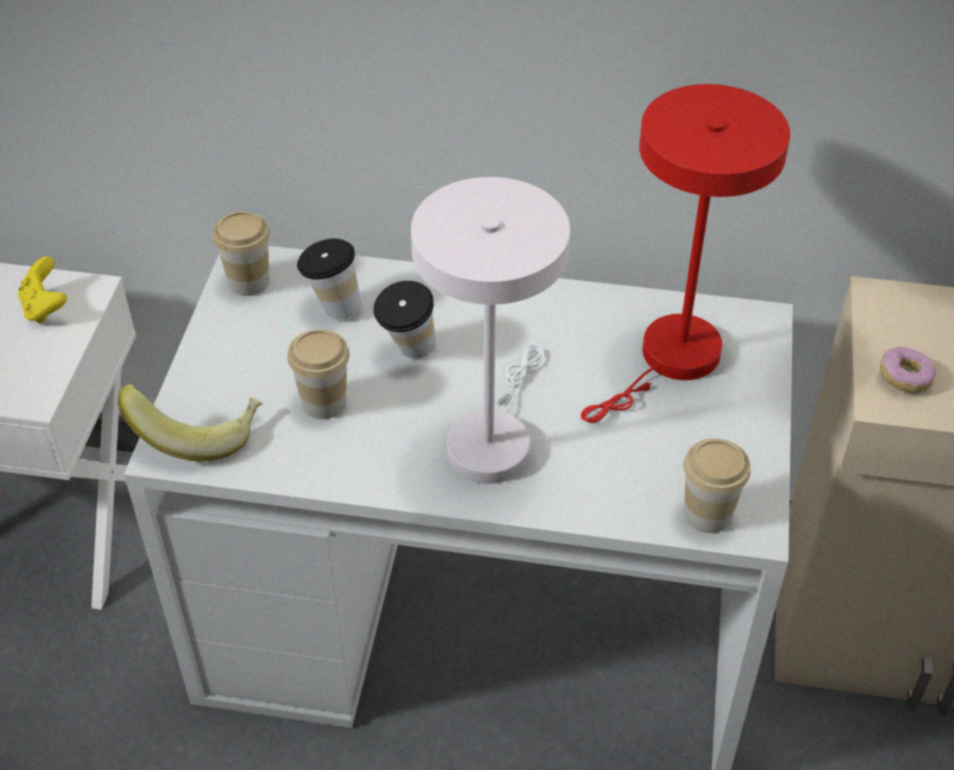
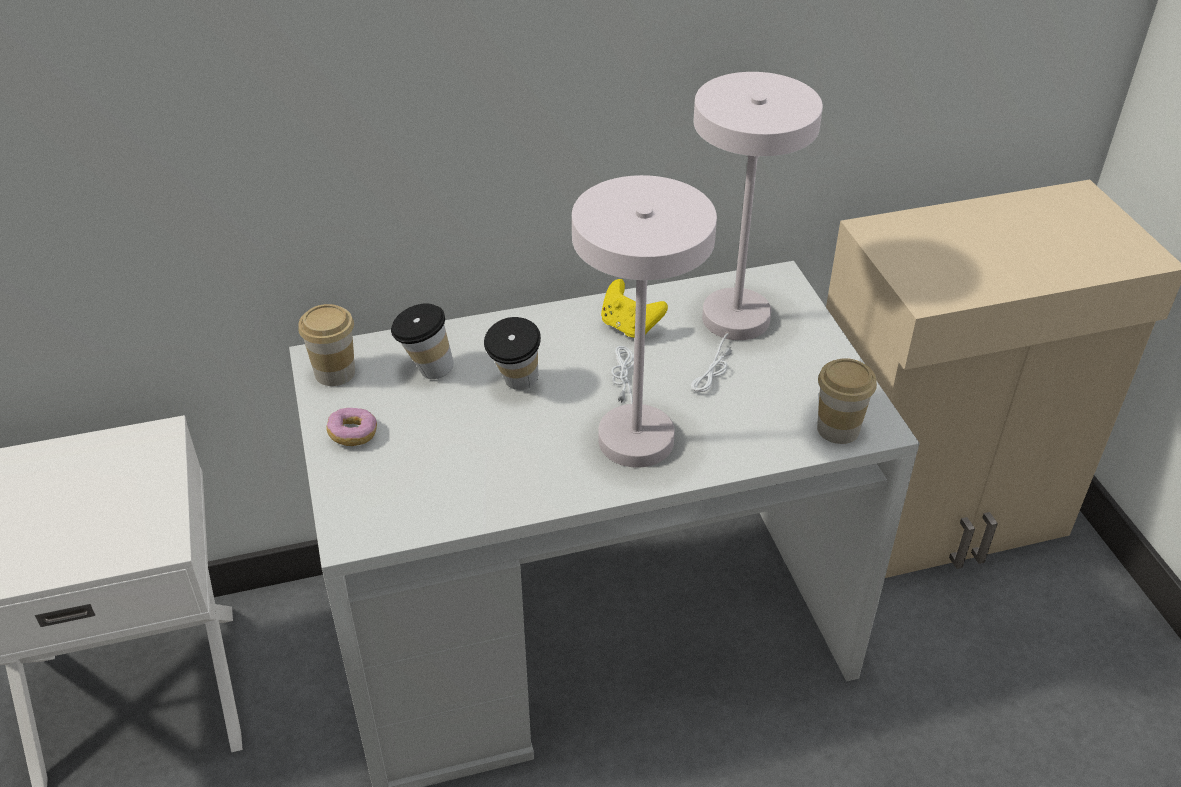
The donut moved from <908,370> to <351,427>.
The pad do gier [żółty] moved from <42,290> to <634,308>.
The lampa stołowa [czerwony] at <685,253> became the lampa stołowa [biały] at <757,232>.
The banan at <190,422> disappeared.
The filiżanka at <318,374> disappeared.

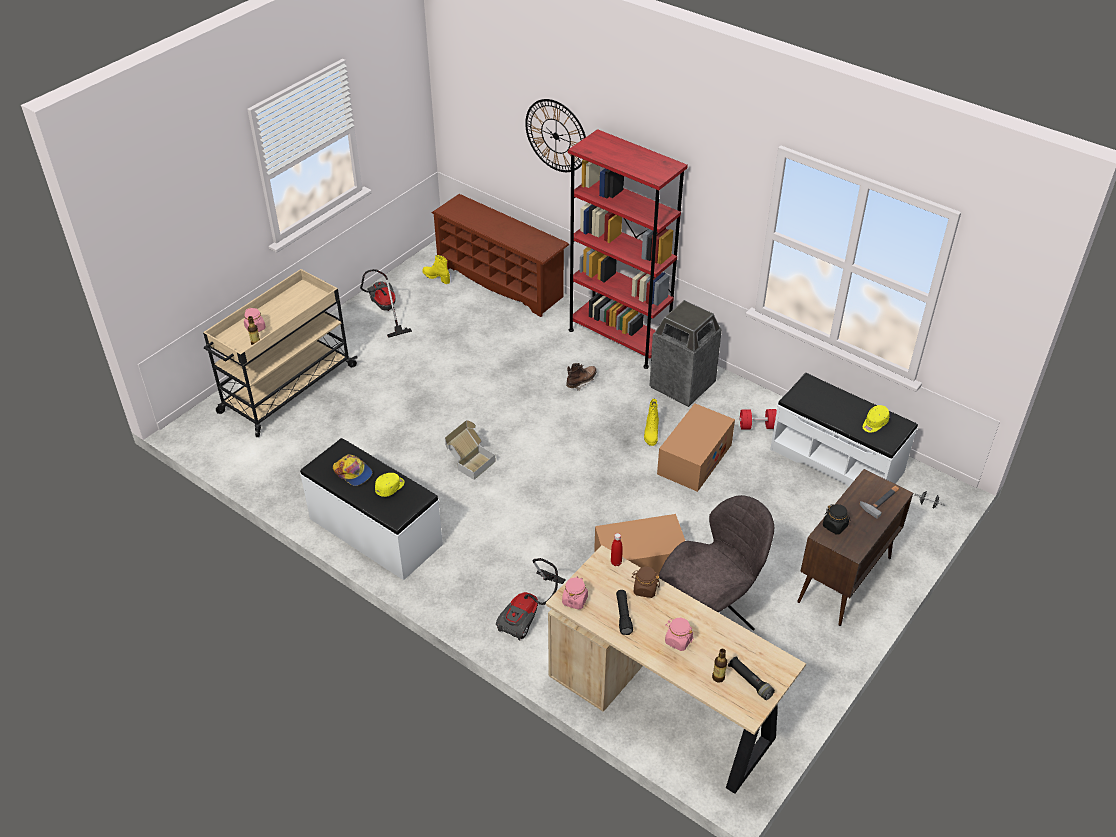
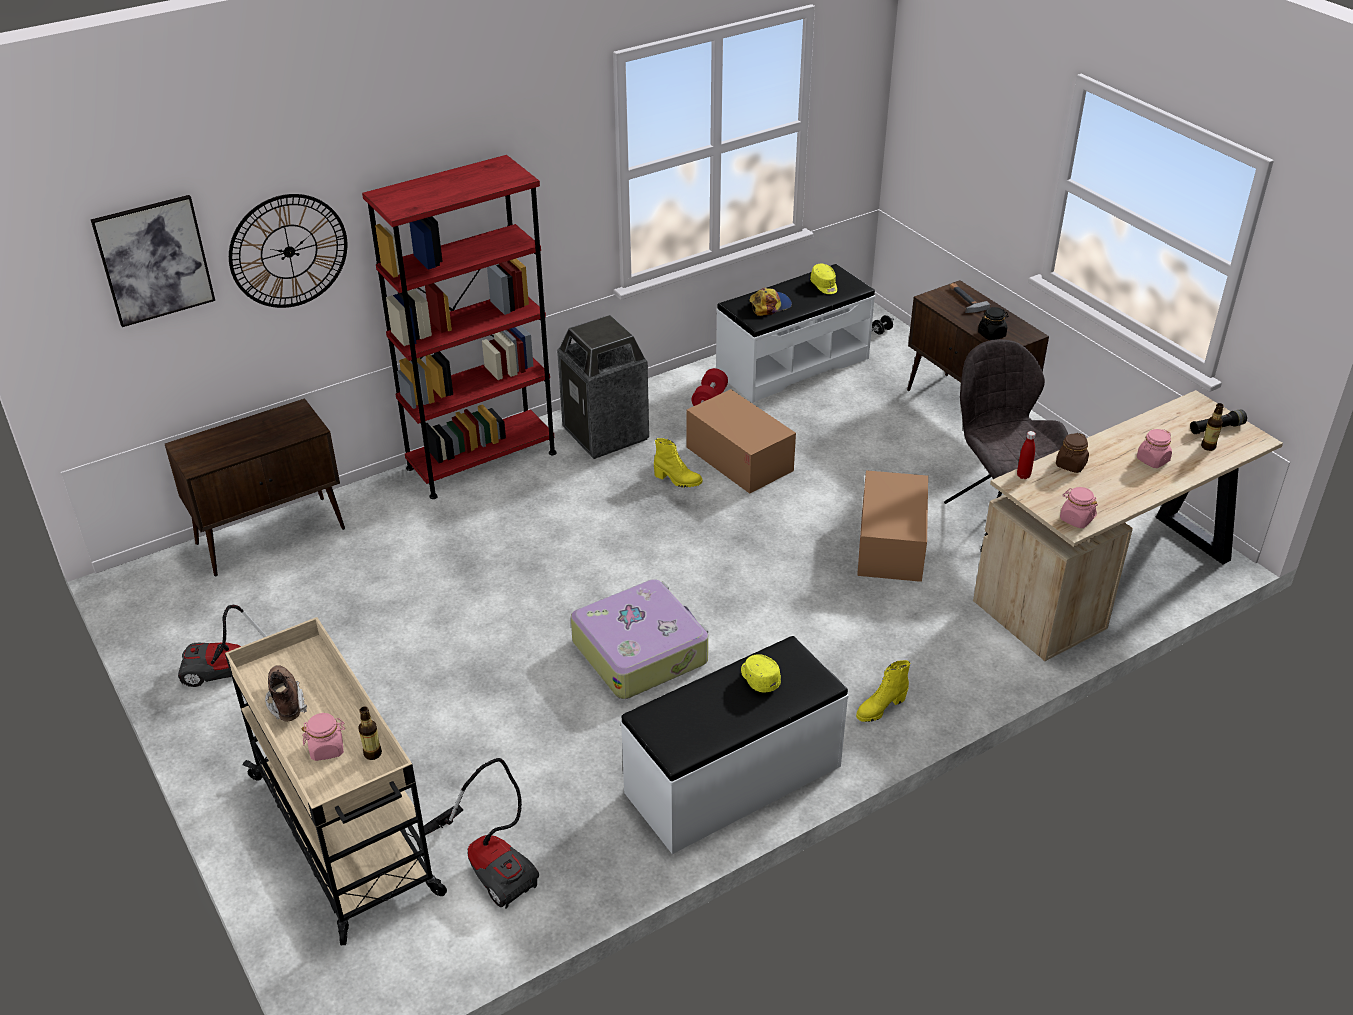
The obraz at <153,261> appeared.
The regał na buty [brązowy] at <500,255> was replaced by the szafka [brązowy] at <255,487>.
The but z cholewką [brązowy] moved from <581,377> to <286,693>.
The odkurzacz moved from <531,599> to <481,833>.
The karton at <470,450> was replaced by the walizka at <639,639>.
The czapka z daszkiem moved from <352,470> to <770,302>.
The but z cholewką [żółty] moved from <436,269> to <883,691>.
The latarka [czarny] at <624,612> disappeared.

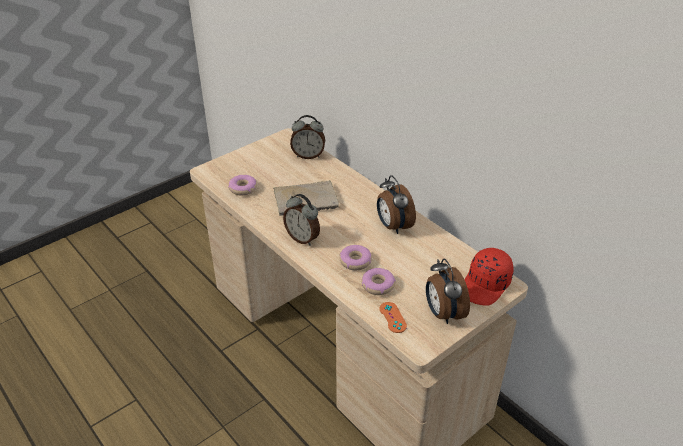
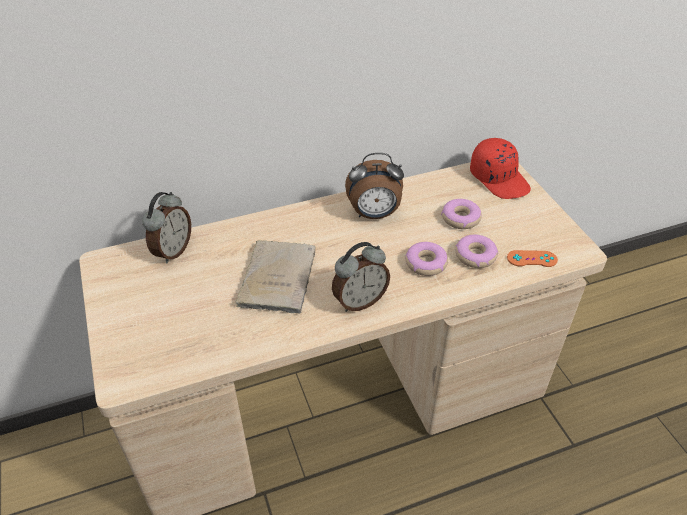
The donut moved from <242,185> to <461,214>.
The budzik at <448,291> disappeared.

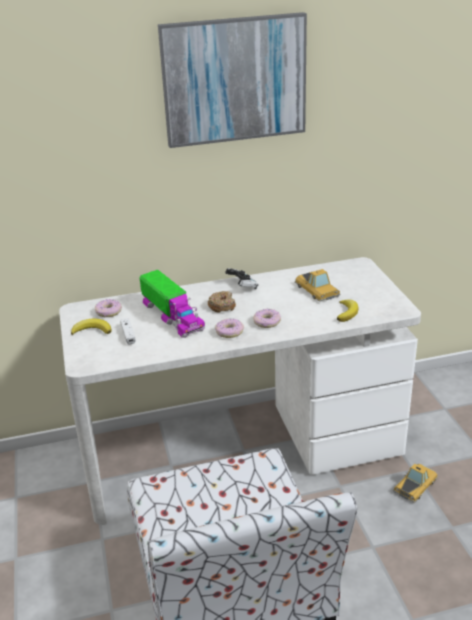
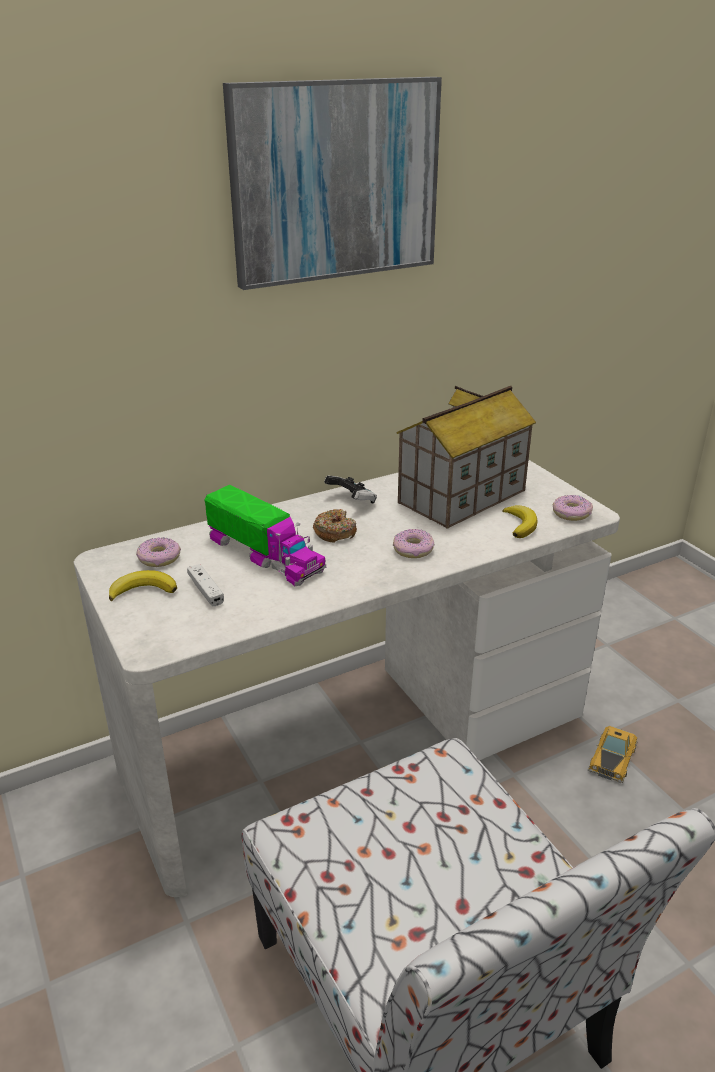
The samochodzik at <318,285> was replaced by the domek at <466,457>.
The donut moved from <229,328> to <573,508>.

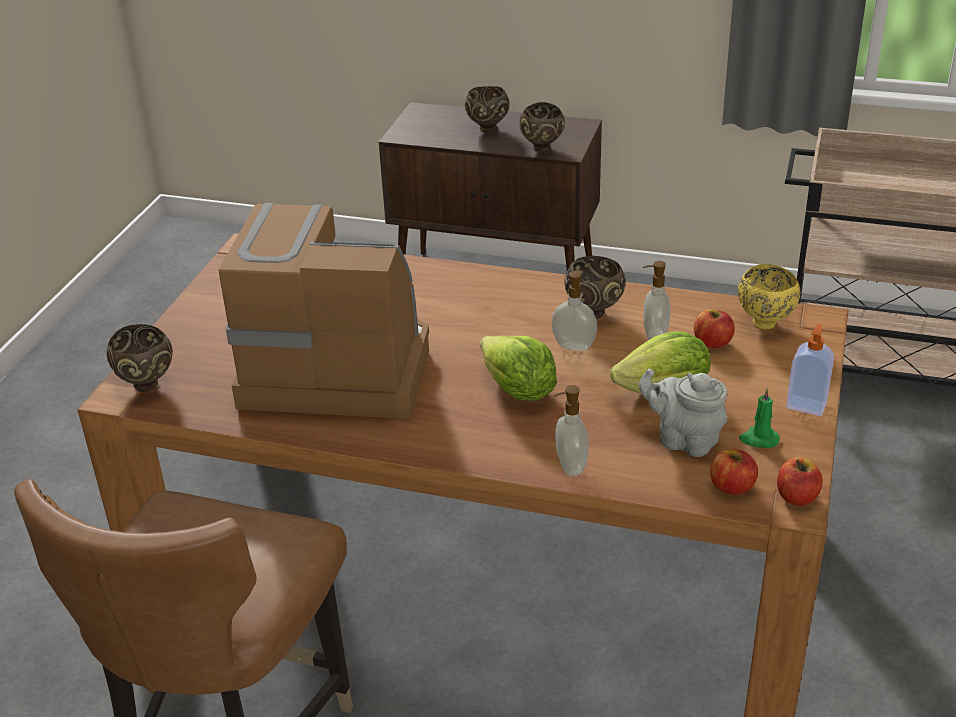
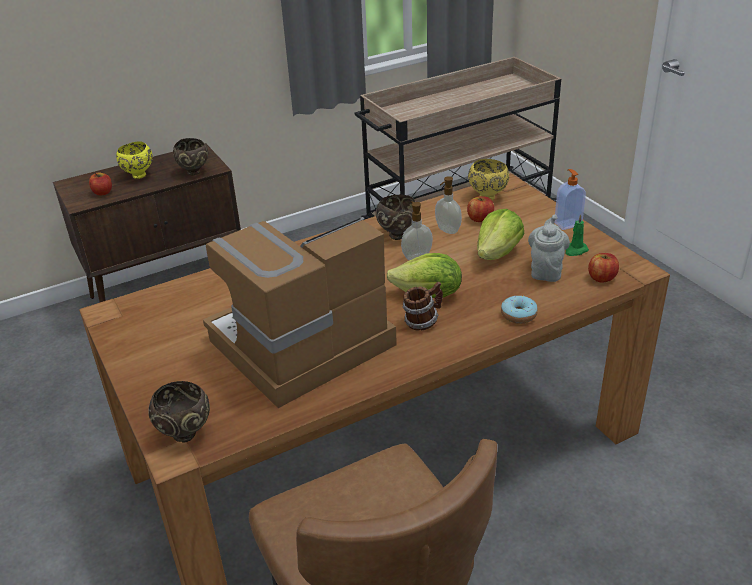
The jabłko moved from <800,481> to <100,184>.
The miska [brązowy] at <487,109> became the miska [żółty] at <134,160>.
The kubek at <423,306> appeared.
The dozownik mydła at <571,430> was replaced by the donut at <519,310>.
The imbryk [szary] at <683,412> turned 120 degrees clockwise.

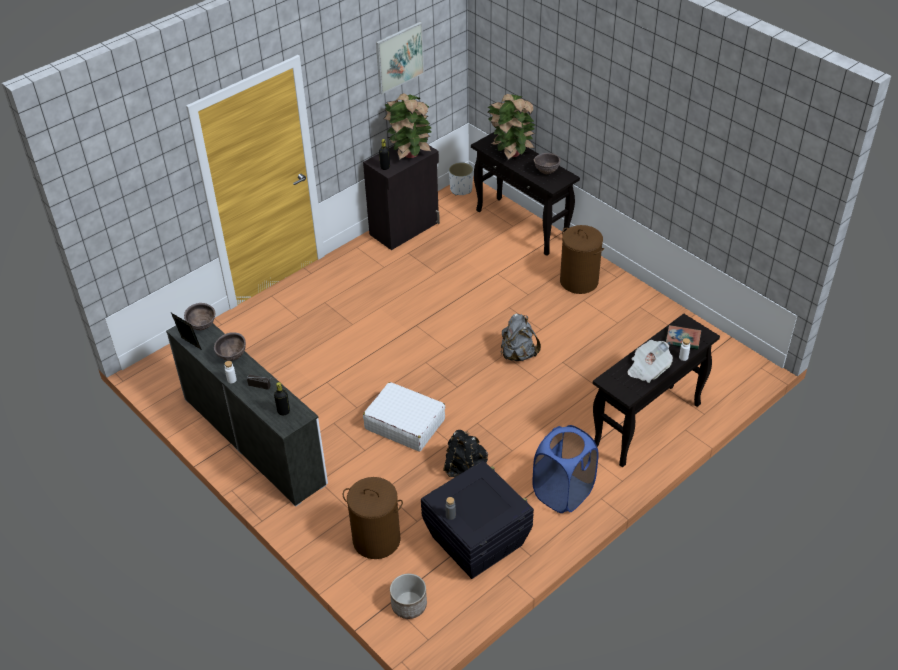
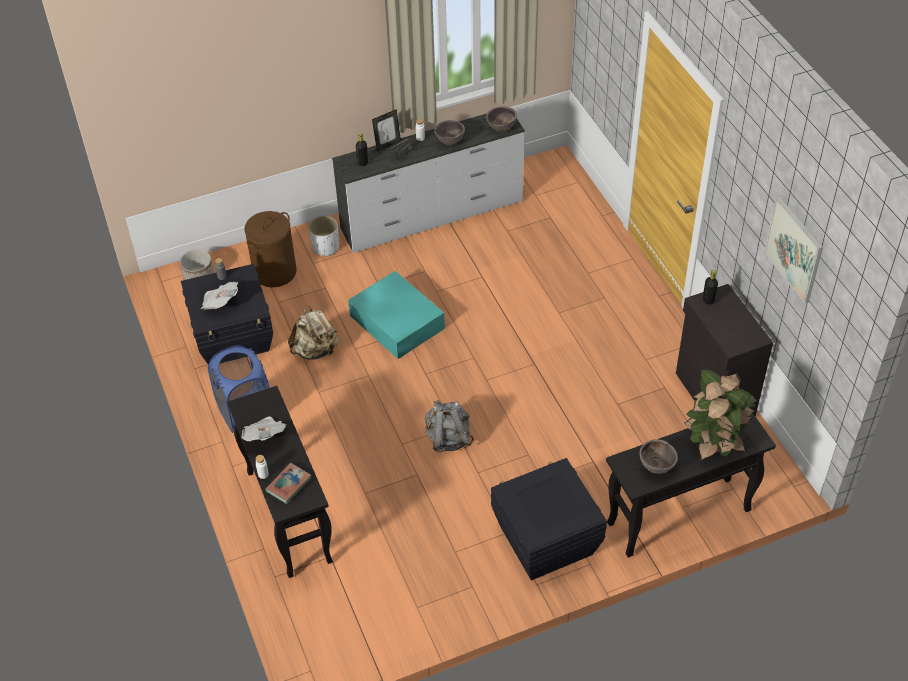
The gazeta at <219,296> appeared.
The plecak [czarny] at <465,454> became the plecak [beżowy] at <313,333>.
The donica [biały] moved from <461,178> to <323,236>.
The walizka [biały] at <404,417> was replaced by the pojemnik do przechowywania [turkusowy] at <396,315>.
The ramka na zdjęcie moved from <186,331> to <386,130>.
The kosz na pranie [brązowy] at <582,259> was replaced by the pojemnik do przechowywania [czarny] at <549,519>.
The roślina doniczkowa at <407,126> disappeared.

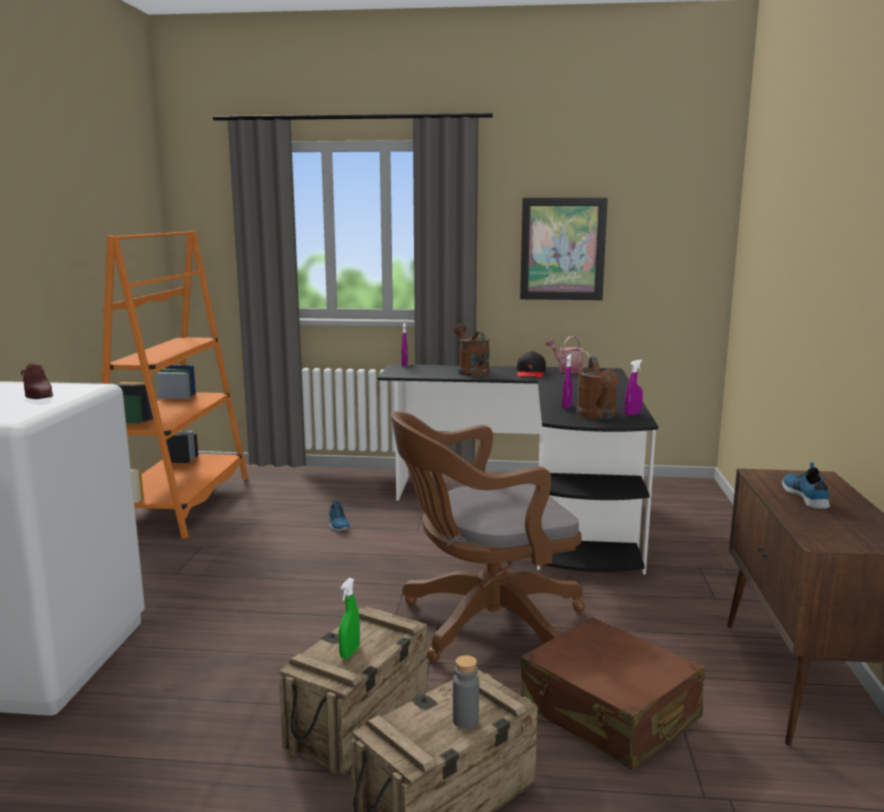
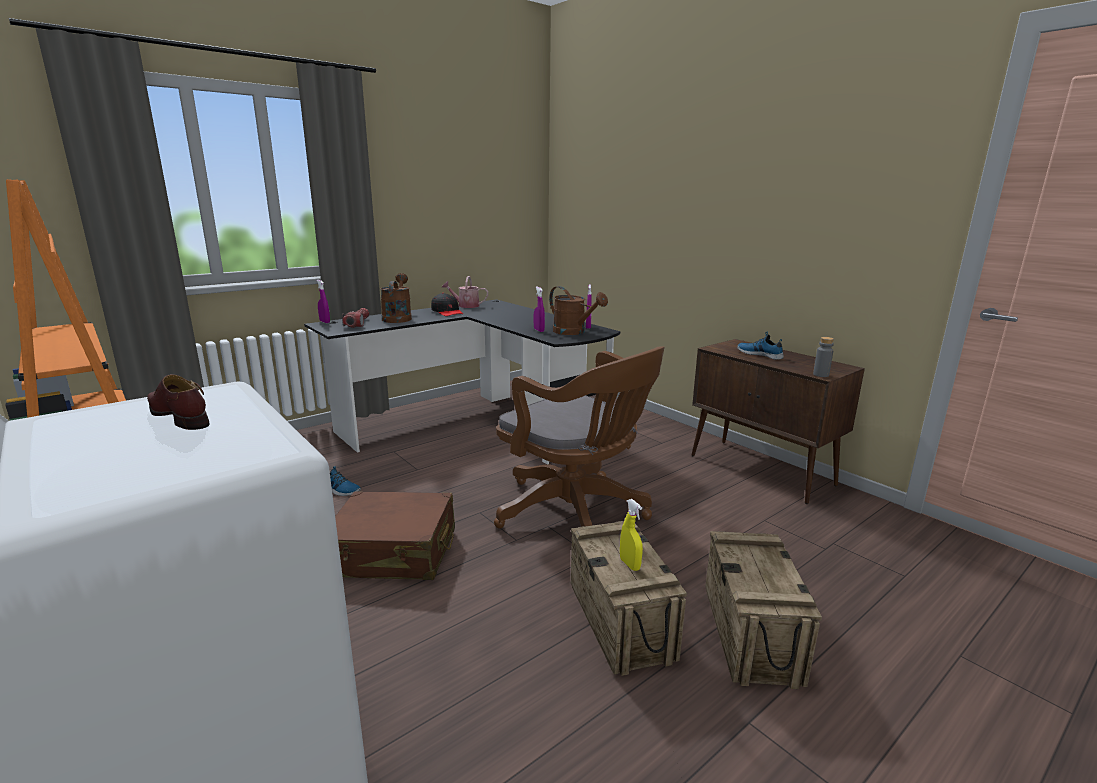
The but [brązowy] at <37,381> turned 150 degrees counterclockwise.
The walizka [brązowy] moved from <613,693> to <395,535>.
The latarka at <355,318> appeared.
The konewka [brązowy] at <472,349> turned 60 degrees clockwise.
The krzesło biurowe [brązowy] at <488,536> turned 75 degrees counterclockwise.
The spryskiwacz [zielony] at <349,618> became the spryskiwacz [żółty] at <631,535>.
The butelka [szary] moved from <466,692> to <823,357>.
The obraz at <564,249> disappeared.

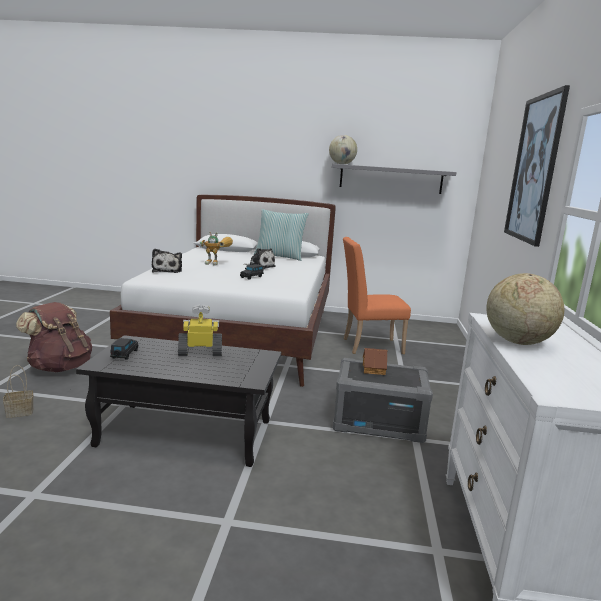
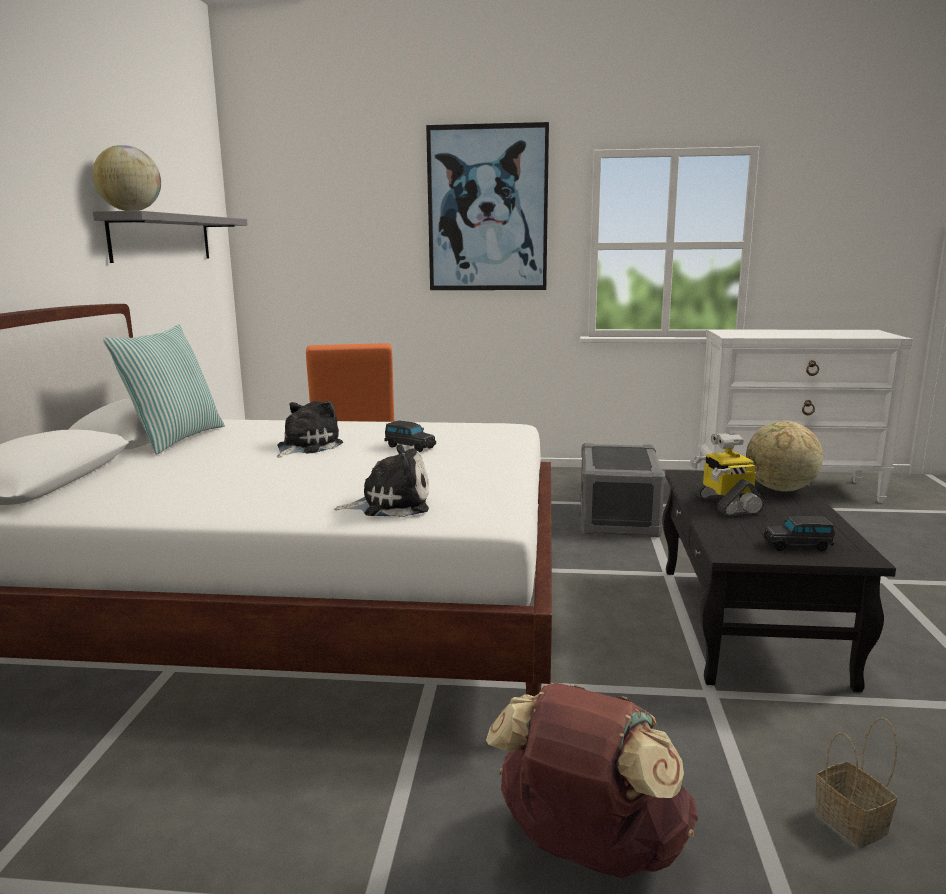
The globus moved from <525,309> to <784,456>.
The robot zabawkowy at <216,248> disappeared.
The domek at <375,361> disappeared.

